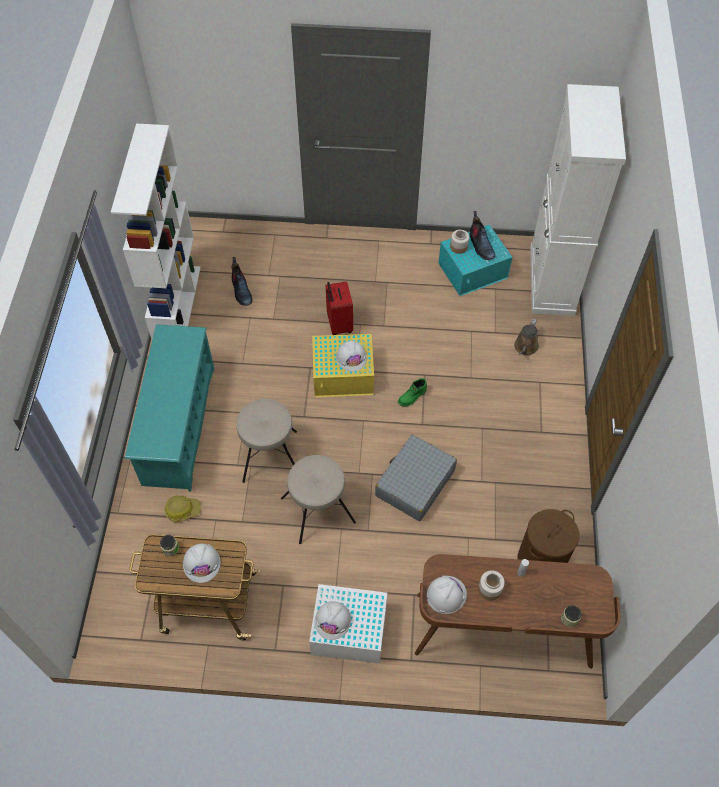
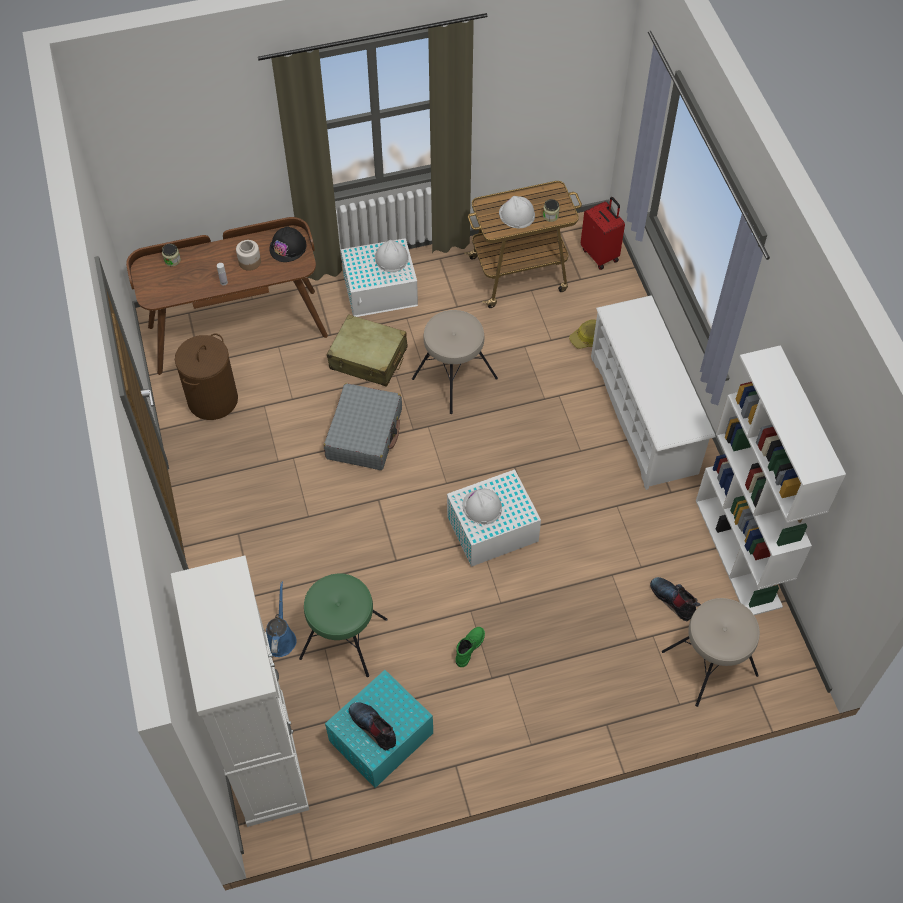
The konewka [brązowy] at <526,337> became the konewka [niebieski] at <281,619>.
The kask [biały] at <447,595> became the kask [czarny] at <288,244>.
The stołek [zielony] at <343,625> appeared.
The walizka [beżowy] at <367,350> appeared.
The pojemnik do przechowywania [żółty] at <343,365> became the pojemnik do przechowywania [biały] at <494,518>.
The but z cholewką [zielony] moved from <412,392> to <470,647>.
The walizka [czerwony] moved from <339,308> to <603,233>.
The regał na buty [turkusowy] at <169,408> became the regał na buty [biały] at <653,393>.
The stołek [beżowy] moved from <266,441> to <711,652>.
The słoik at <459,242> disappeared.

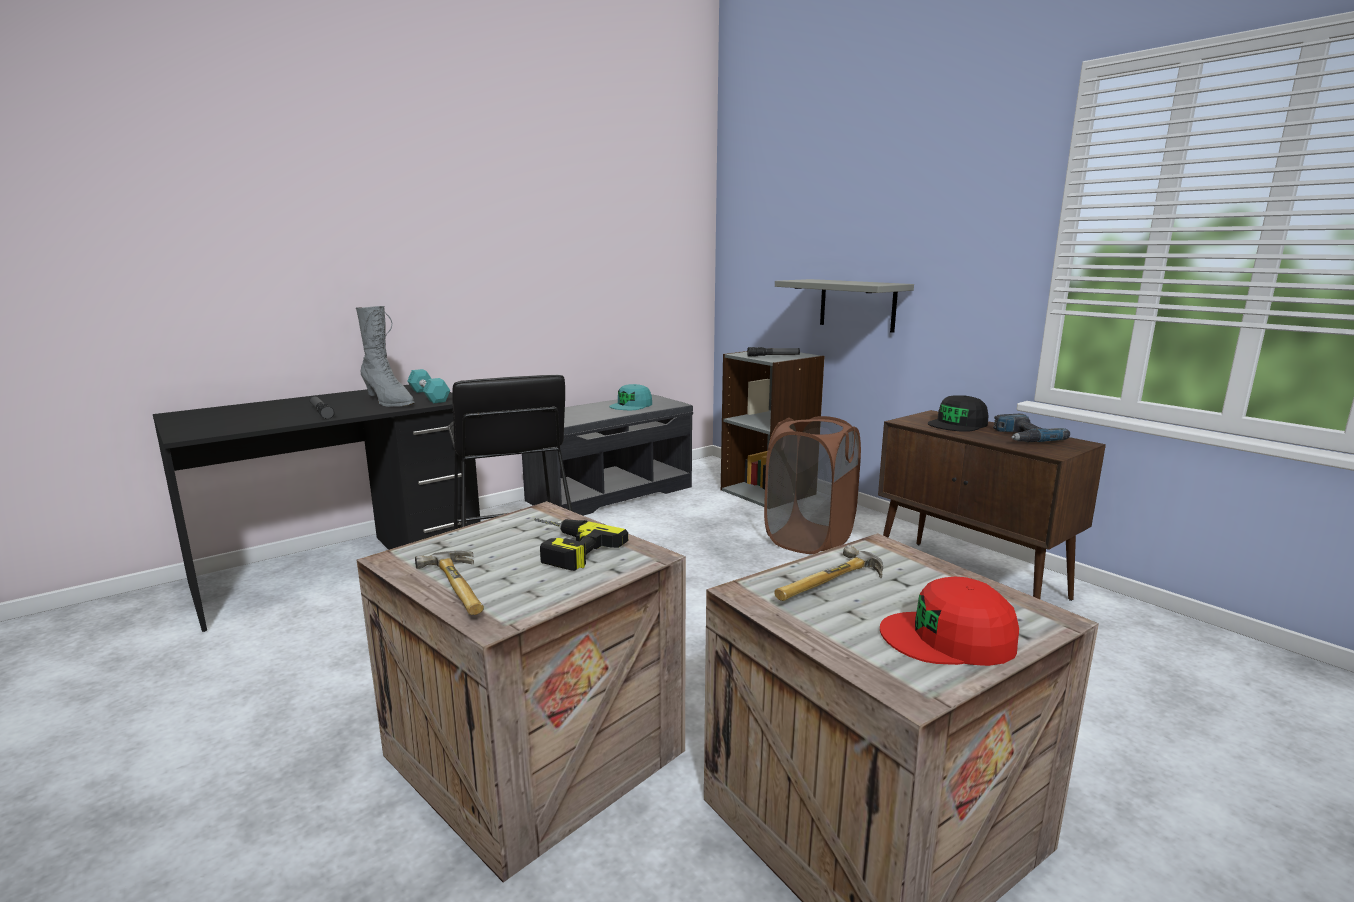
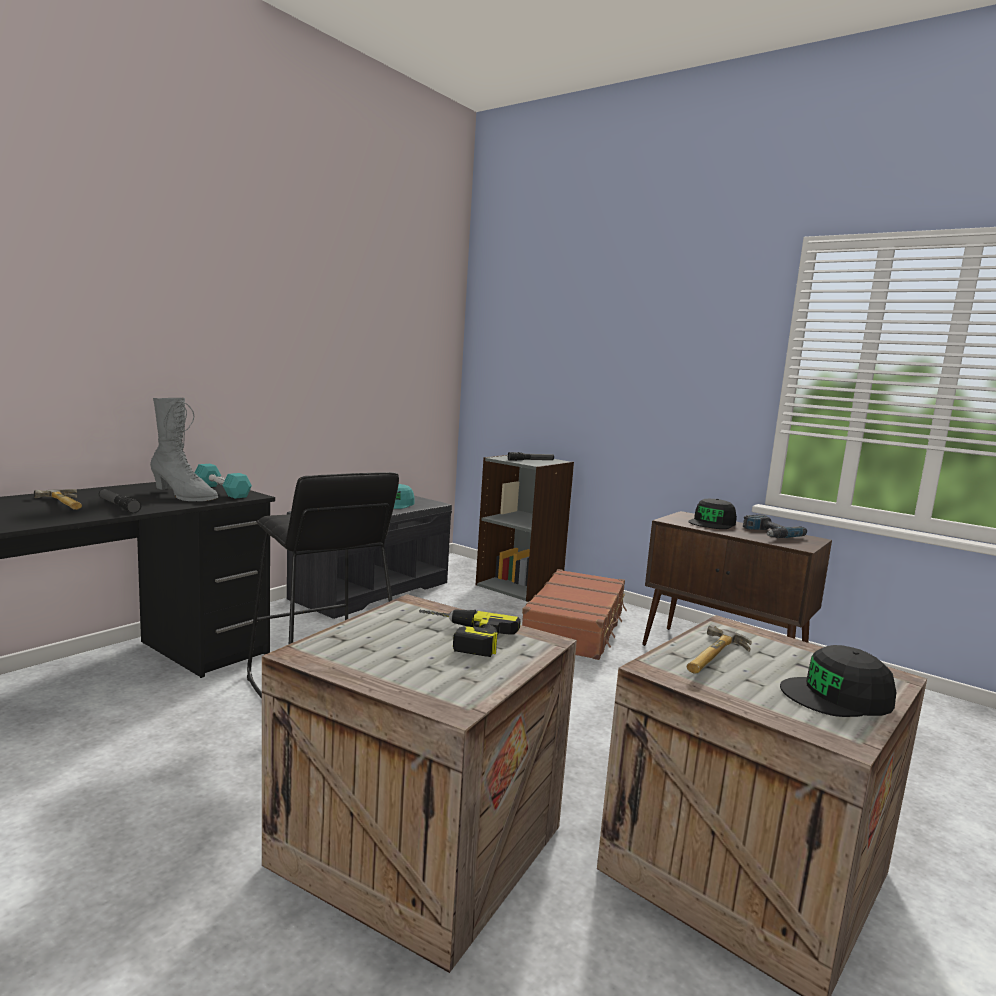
The młotek moved from <449,583> to <58,499>.
The kosz na pranie [brązowy] at <812,485> was replaced by the walizka [brązowy] at <574,614>.
The czapka z daszkiem [czerwony] at <949,621> became the czapka z daszkiem [czarny] at <838,681>.
The półka [szary] at <844,306> disappeared.

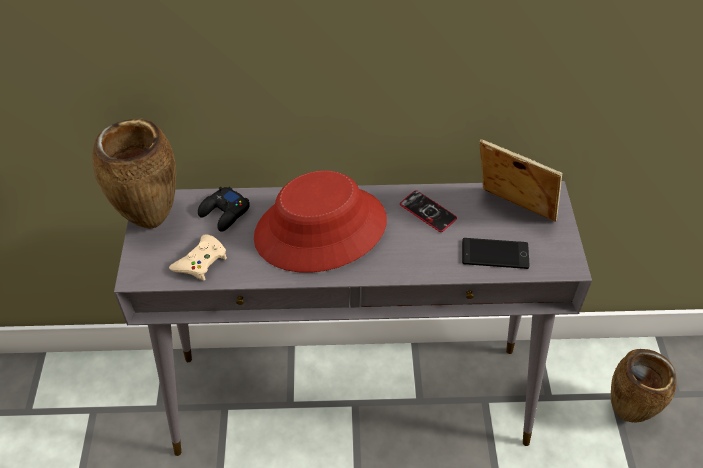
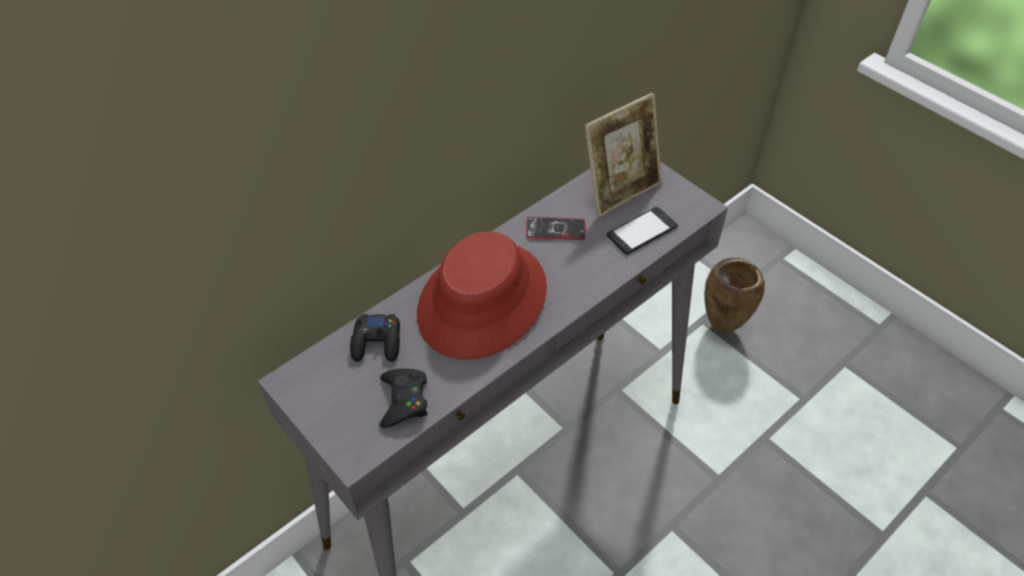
The pad do gier [beżowy] at <198,258> became the pad do gier [czarny] at <403,398>.
The ramka na zdjęcie at <520,180> turned 150 degrees clockwise.
The wazon [brązowy] at <134,173> disappeared.

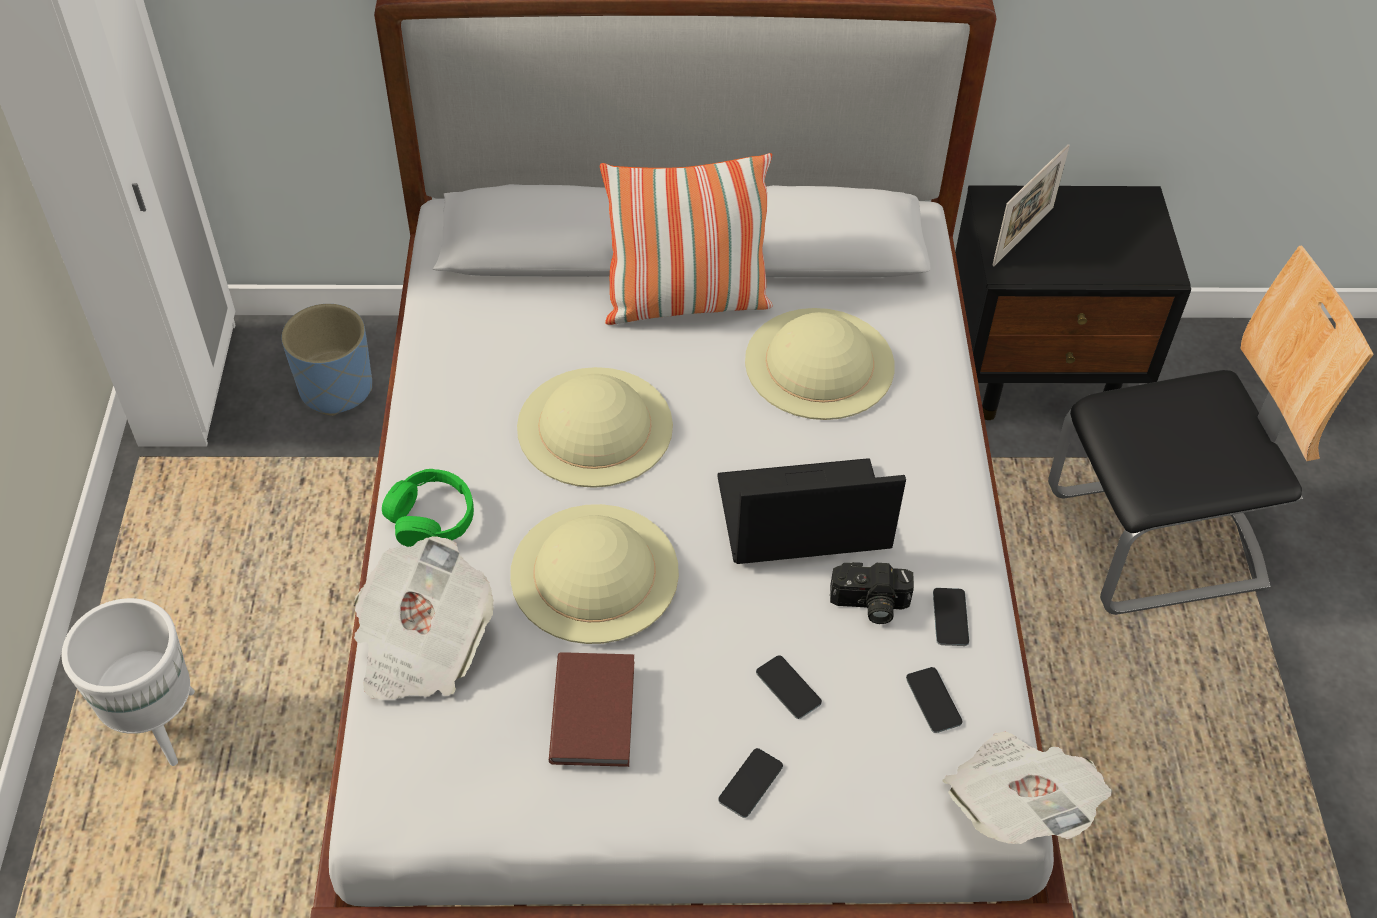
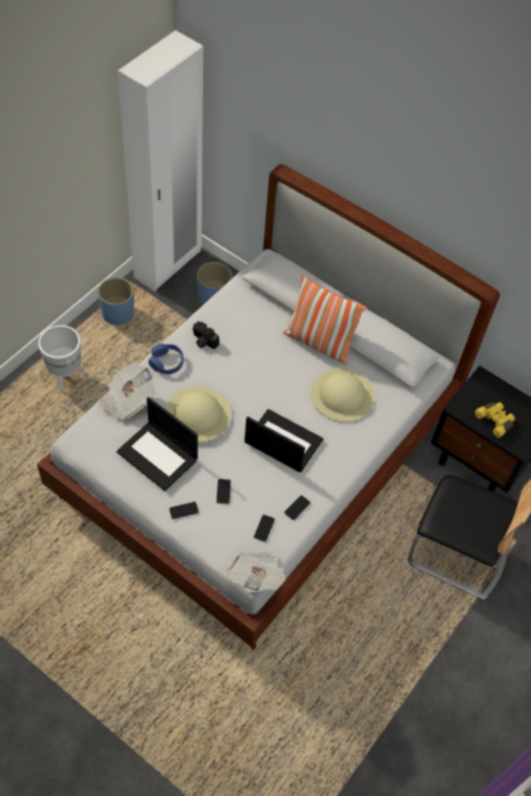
The donica [niebieski] at <116,301> appeared.
The książka [brązowy] at <591,709> was replaced by the laptop at <157,444>.
The słuchawki [zielony] at <428,508> became the słuchawki [niebieski] at <166,359>.
The aparat fotograficzny moved from <872,593> to <205,335>.
The lornetka [żółty] at <495,420> appeared.
The kapelusz [beżowy] at <595,427> disappeared.
The ramka na zdjęcie at <1031,205> disappeared.

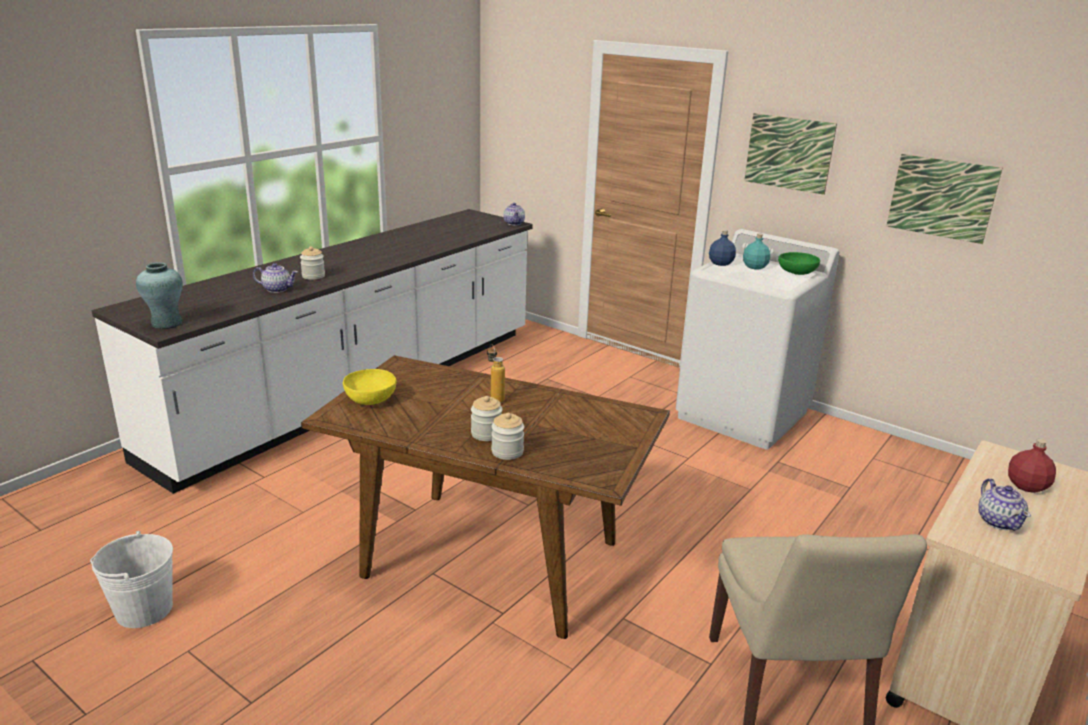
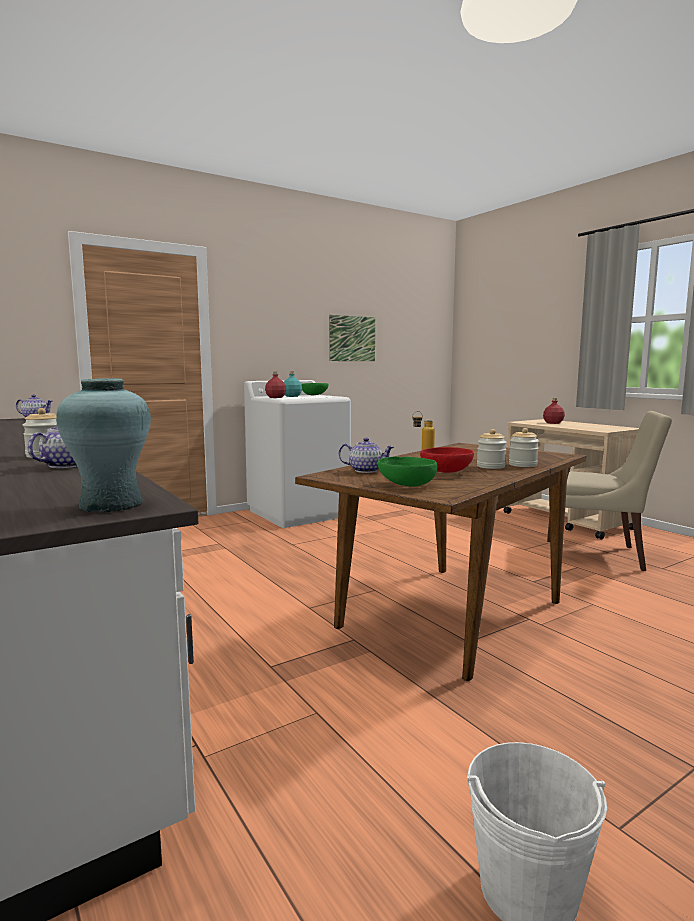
The butelka [niebieski] at <722,248> became the butelka [czerwony] at <275,385>.
The imbryk moved from <1004,504> to <366,455>.
The miska [żółty] at <370,387> became the miska [zielony] at <407,471>.
The miska [czerwony] at <447,460> appeared.
The obraz at <790,154> disappeared.

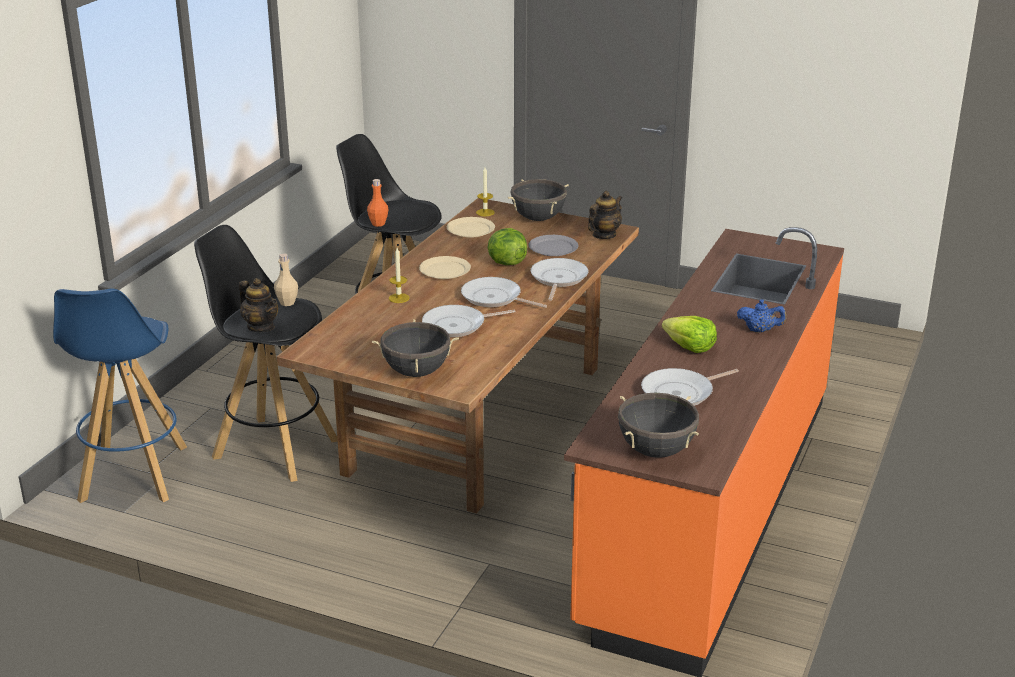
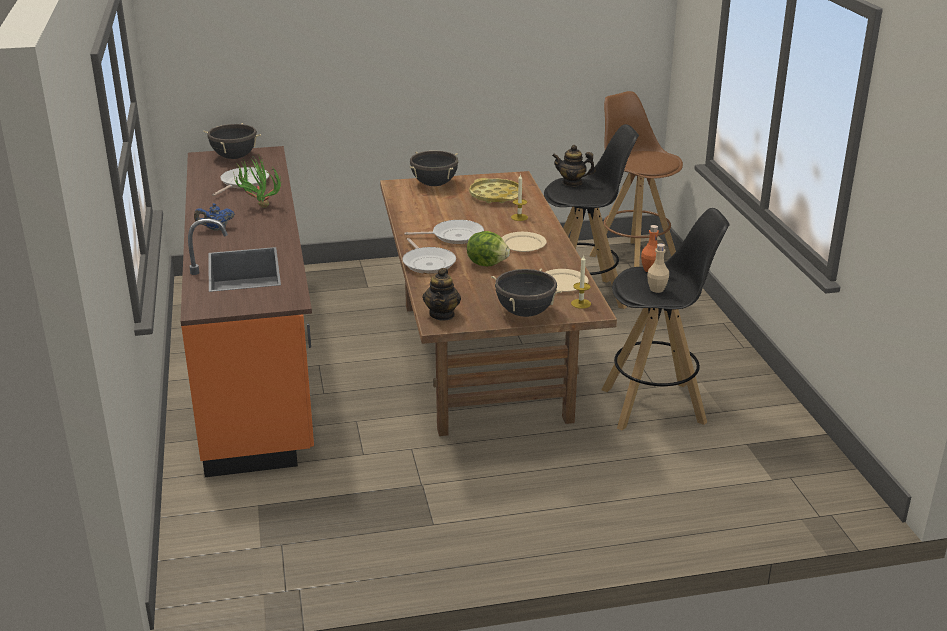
The sałata at <689,334> was replaced by the roślina doniczkowa at <257,181>.
The taca [żółty] at <493,190> appeared.
The stołek [niebieski] at <120,395> became the stołek [brązowy] at <636,179>.
The butelka [beżowy] moved from <286,279> to <658,268>.
The patelnia at <469,321> disappeared.
The talerz [szary] at <553,245> disappeared.

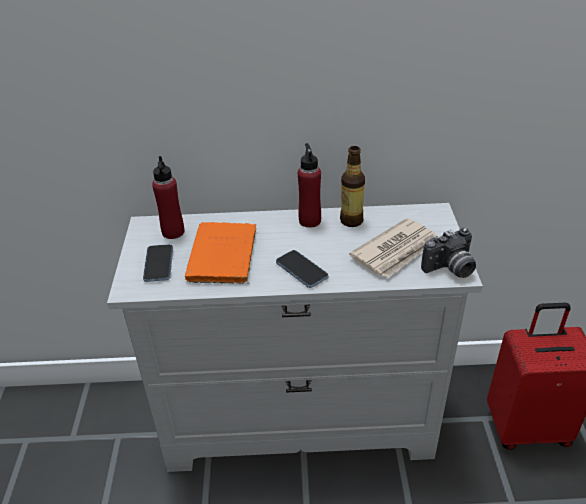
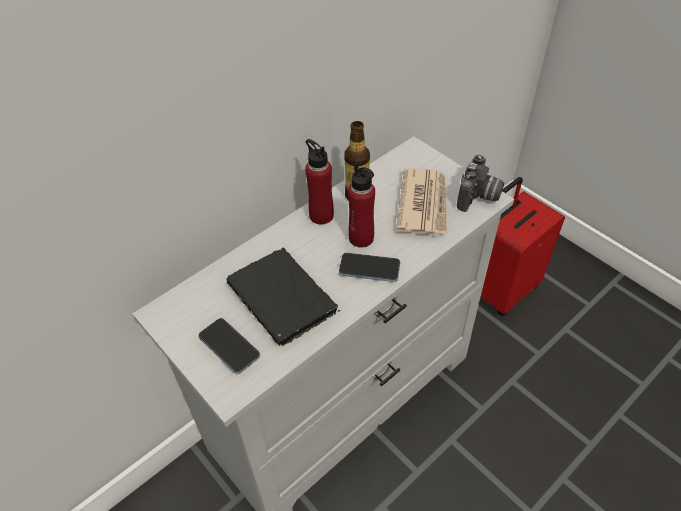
The książka [pomarańczowy] at <220,253> became the książka [czarny] at <283,296>.
The butelka [czerwony] moved from <168,197> to <361,205>.

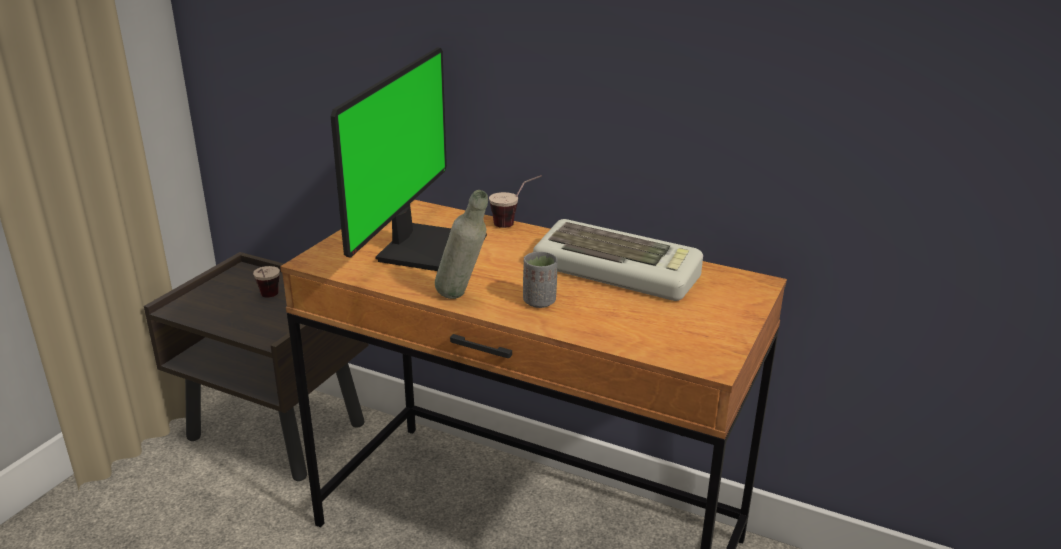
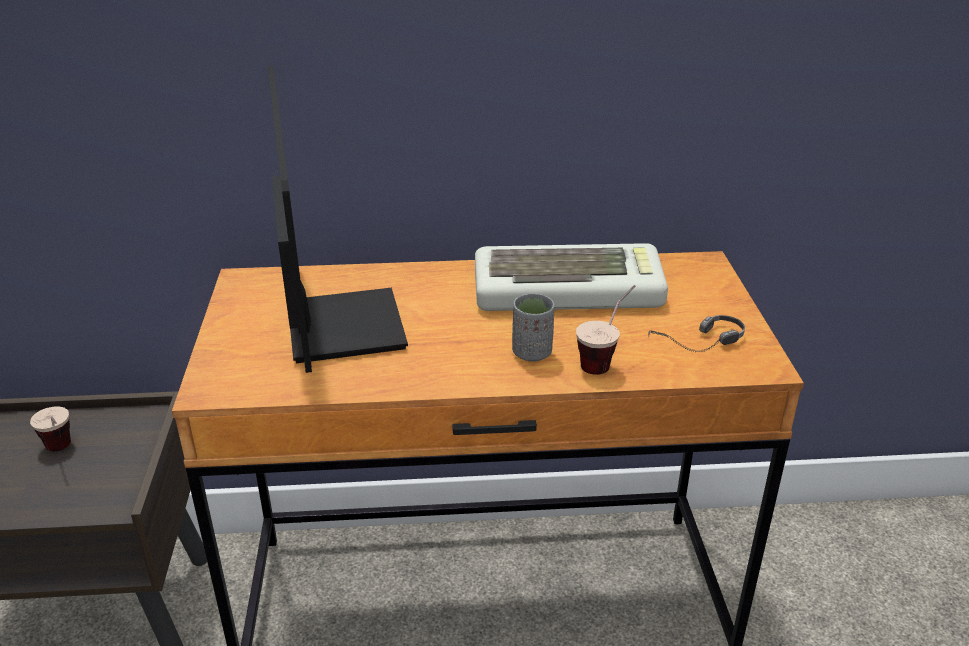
The filiżanka moved from <515,201> to <606,330>.
The słuchawki at <696,333> appeared.
The butelka [szary] at <461,244> disappeared.

